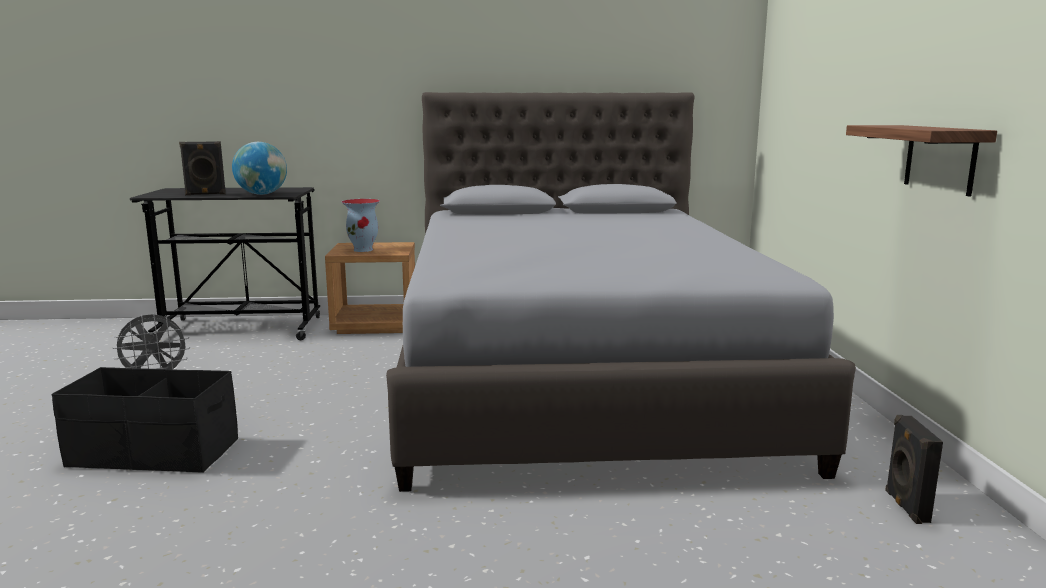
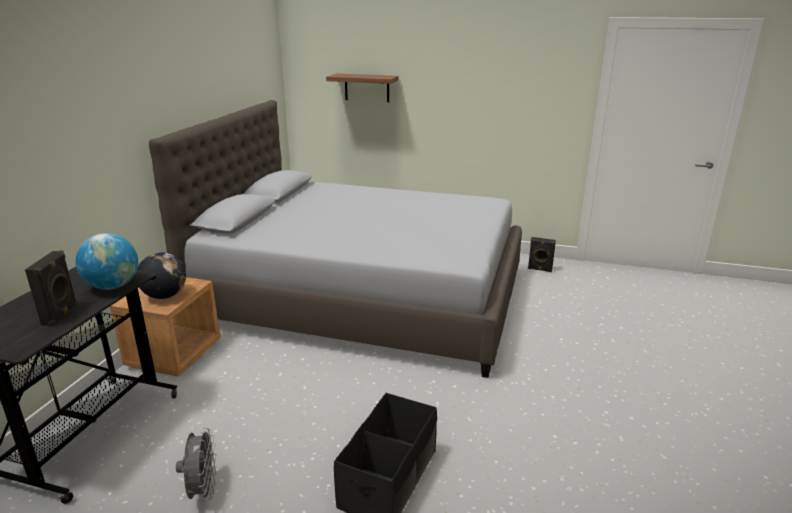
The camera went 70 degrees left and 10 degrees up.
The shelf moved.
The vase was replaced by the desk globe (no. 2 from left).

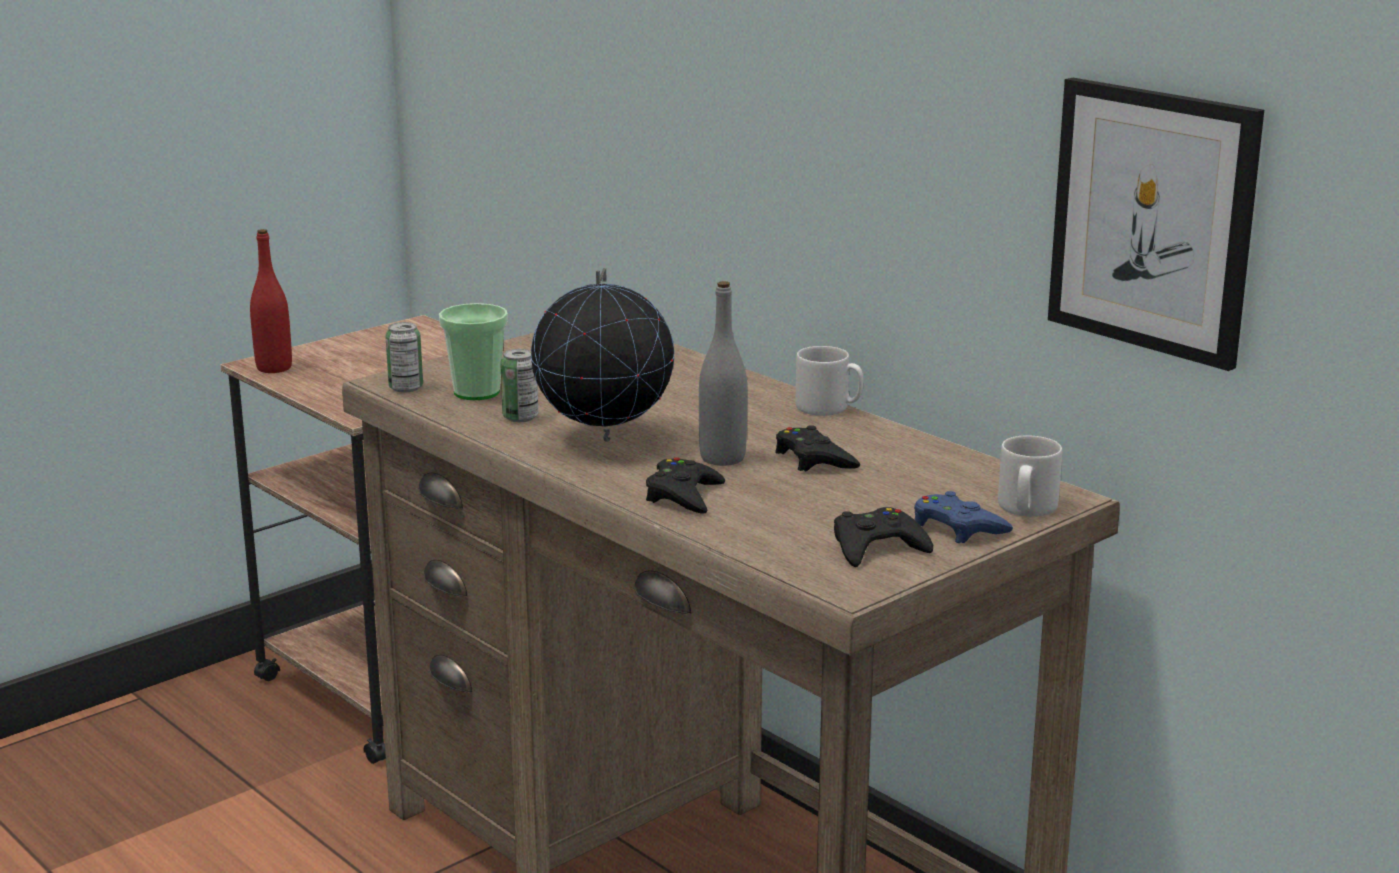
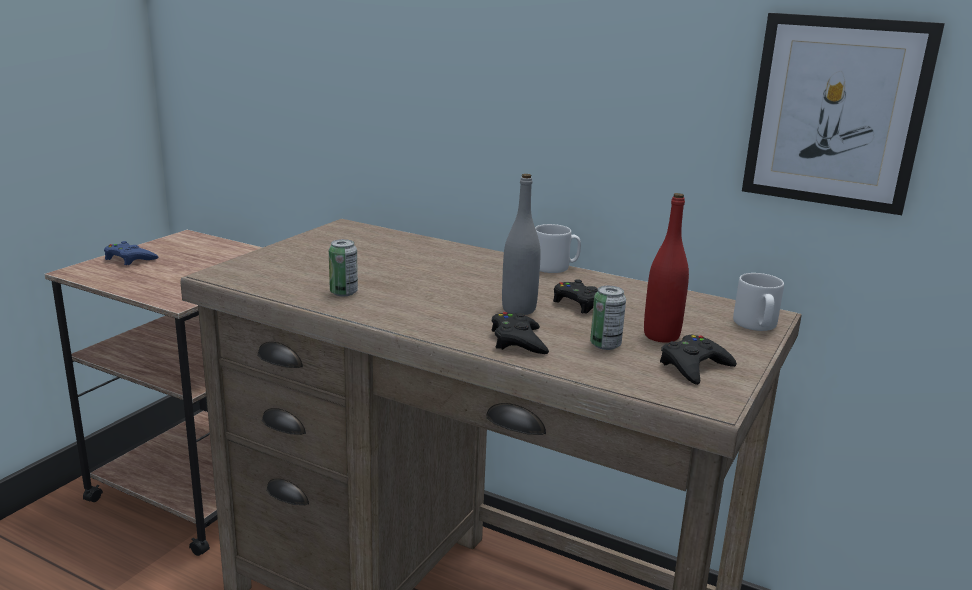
The camera went 20 degrees left and 0 degrees up.
The reddish bottle moved.
The desk globe disappeared.
The cup disappeared.
The sealed can (no. 1 from left in the first image) moved.
The bluish gamepad moved.

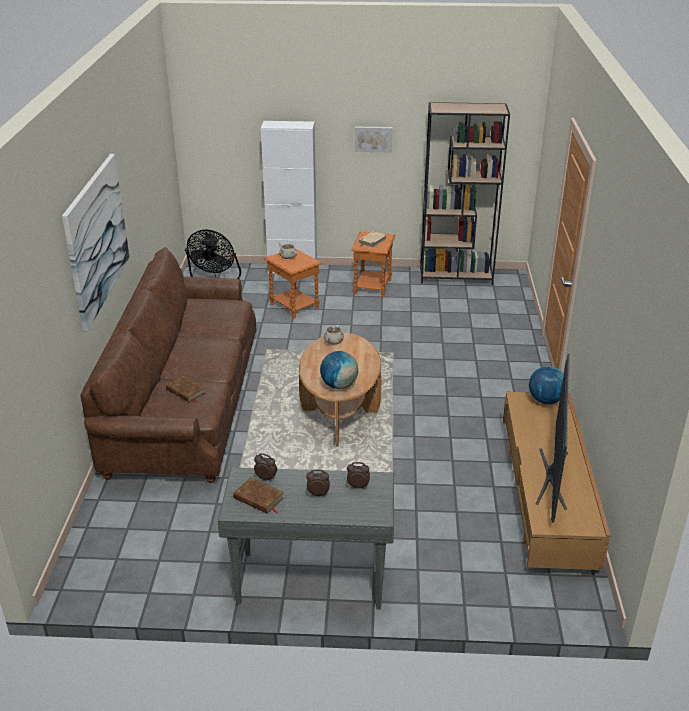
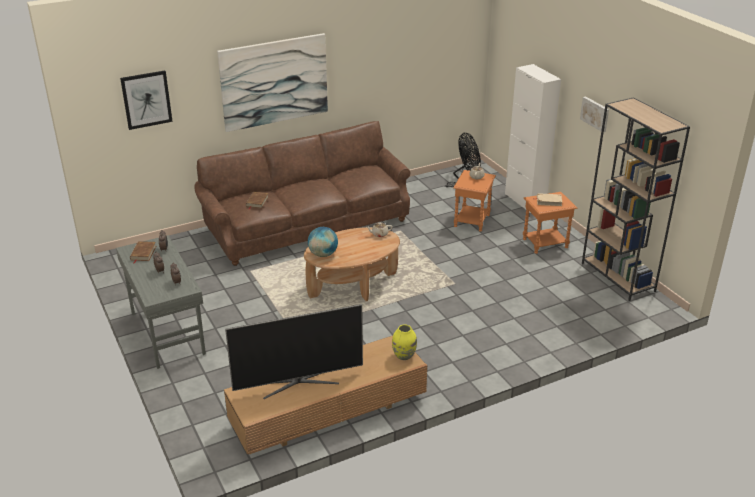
The camera went 60 degrees right and 0 degrees up.
The desk globe (no. 2 from left) was replaced by the yellow-coloured vase.
The picture (no. 1 from left) appeared.

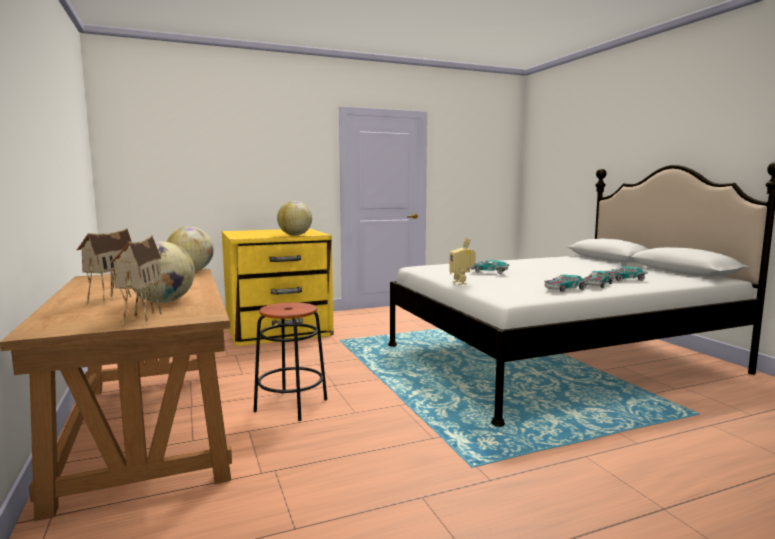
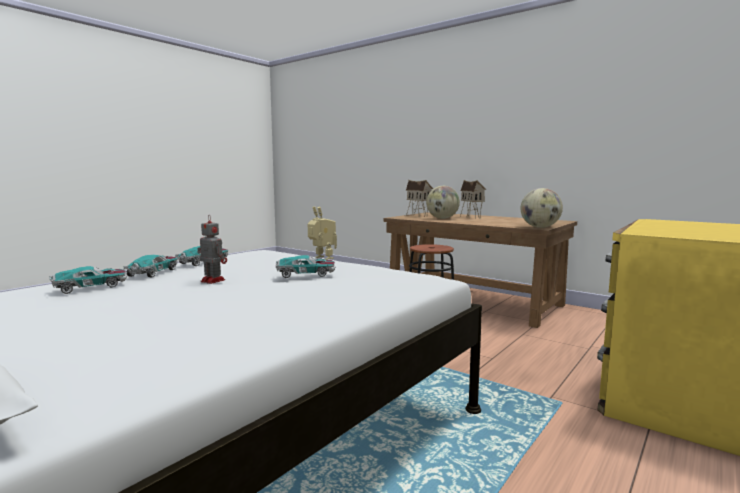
The camera went 150 degrees right and 0 degrees up.
The desk globe (no. 3 from left) disappeared.
The robot figure (no. 1 from left) appeared.

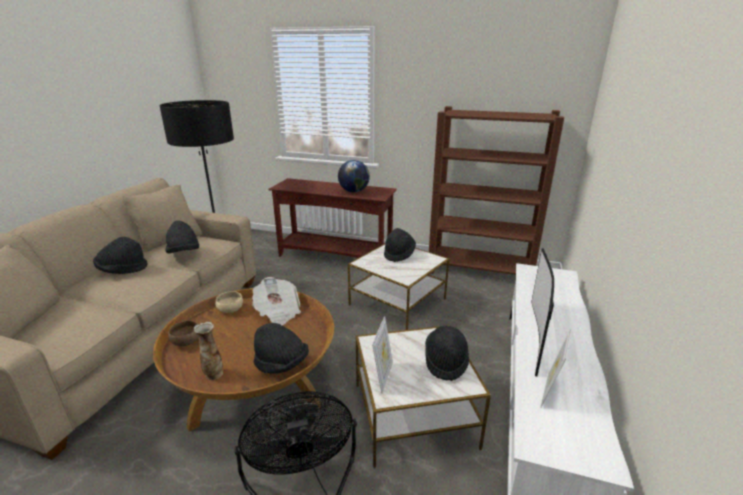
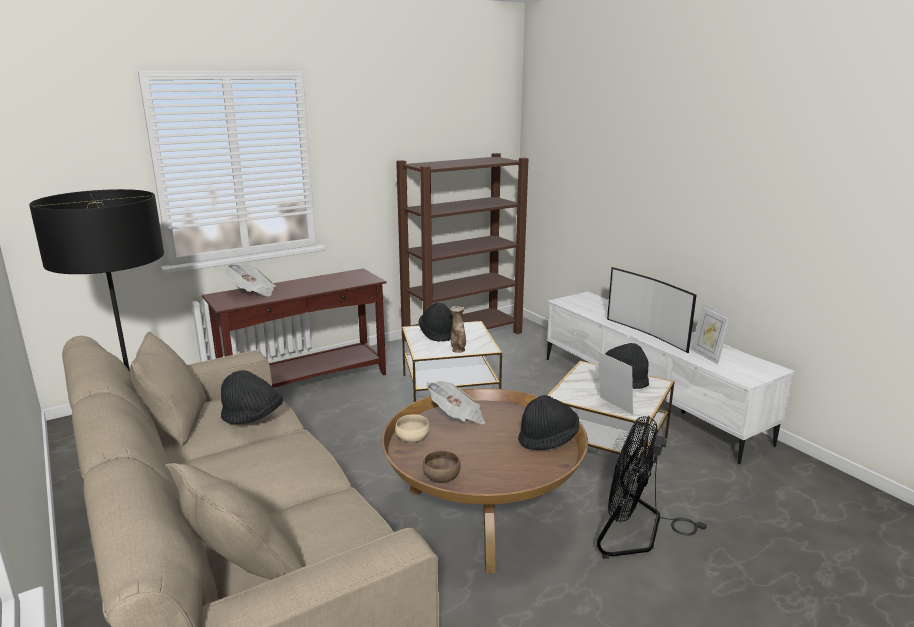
The camera went 50 degrees left and 5 degrees down.
The desk globe disappeared.
The black wearable hat (no. 1 from left) disappeared.
The vase moved.
The printed paper (no. 1 from left) appeared.

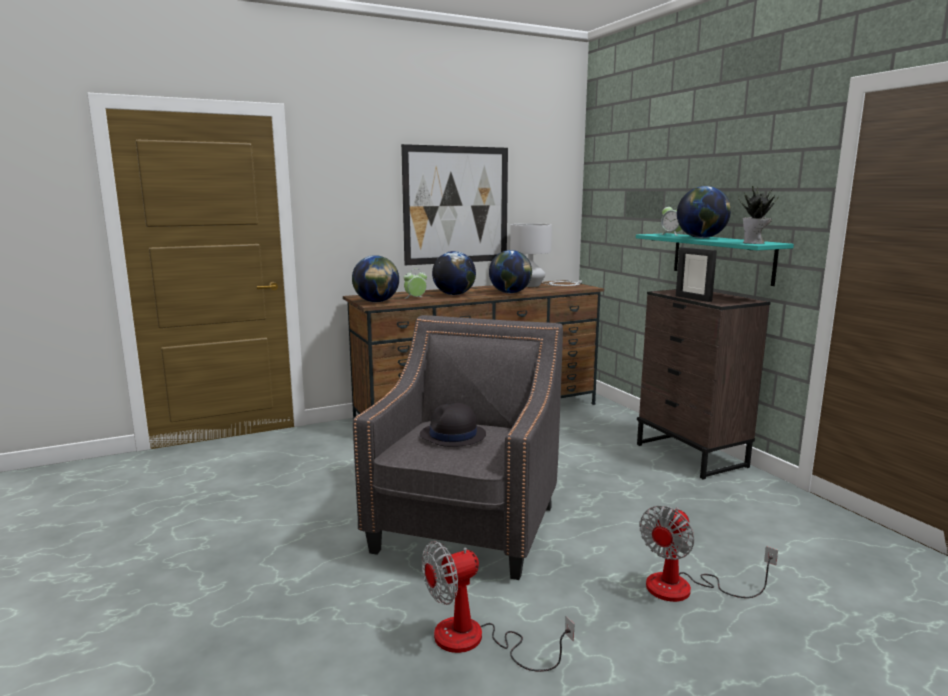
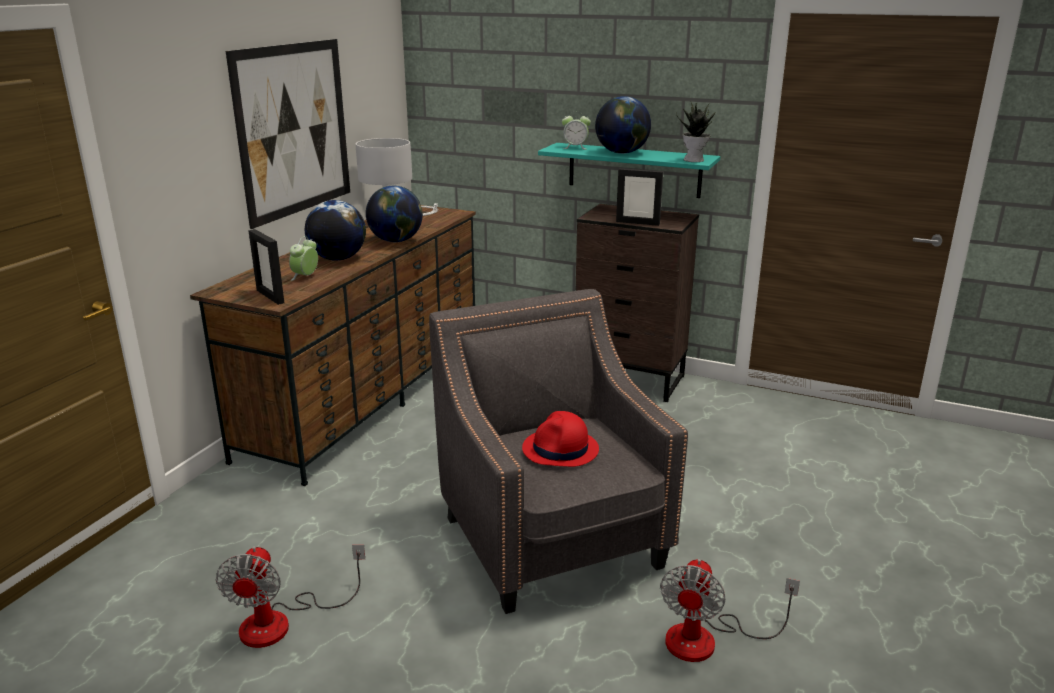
The camera went 40 degrees left and 10 degrees up.
The desk globe (no. 1 from left) was replaced by the standing frame (no. 1 from left).
The black wearable hat became the reddish wearable hat.
The electric fan (no. 2 from left in the first image) moved.

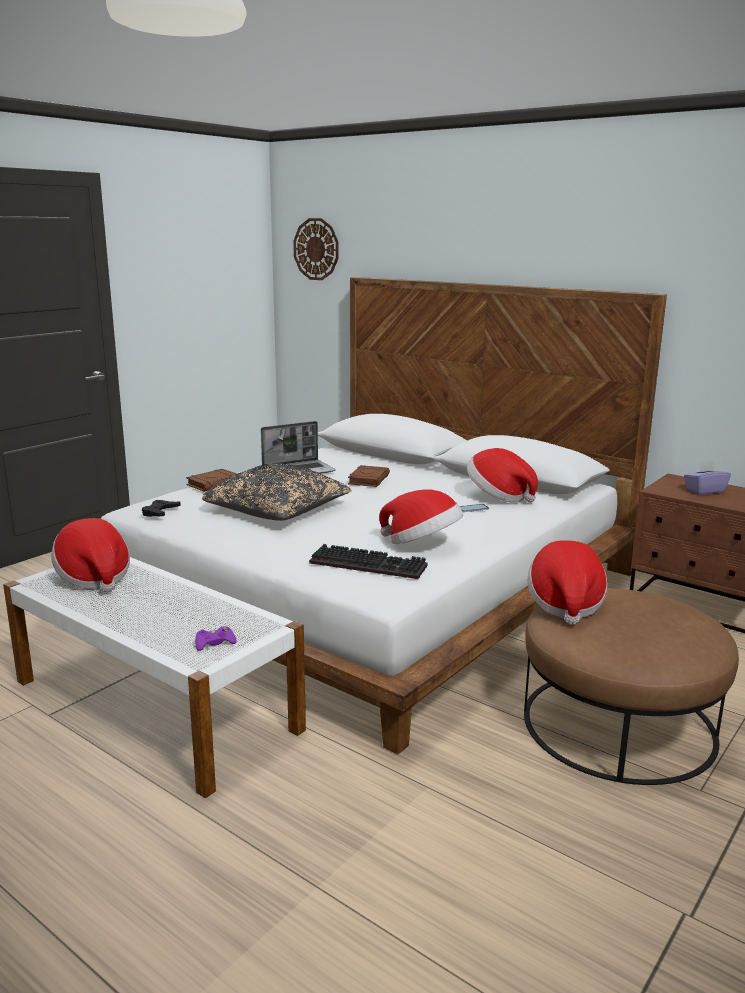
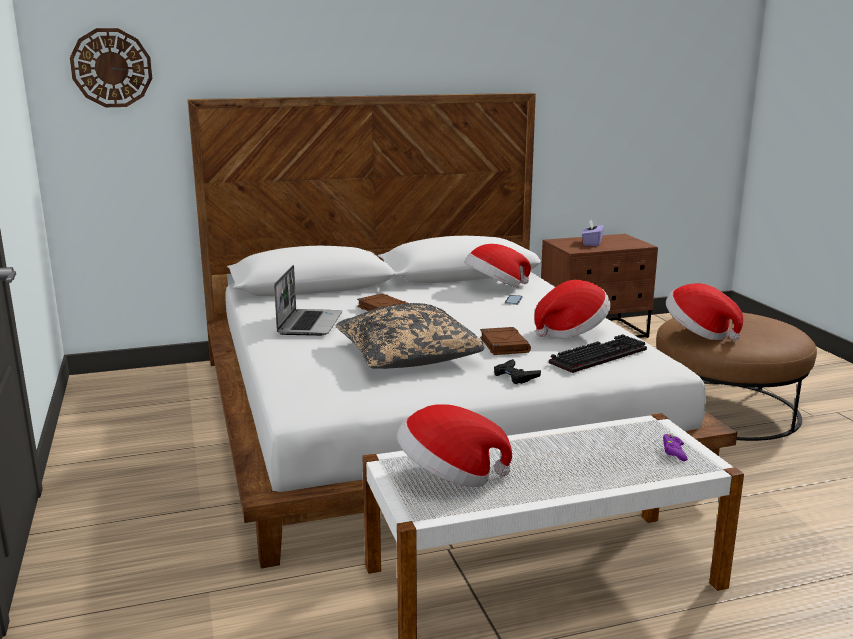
The camera went 55 degrees left and 0 degrees up.
The brownish volume (no. 1 from left in the first image) moved.
The black gamepad moved.

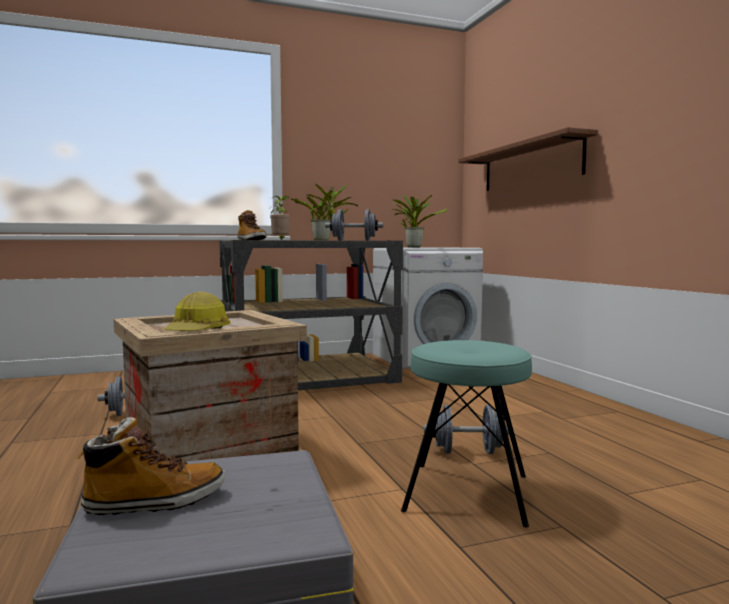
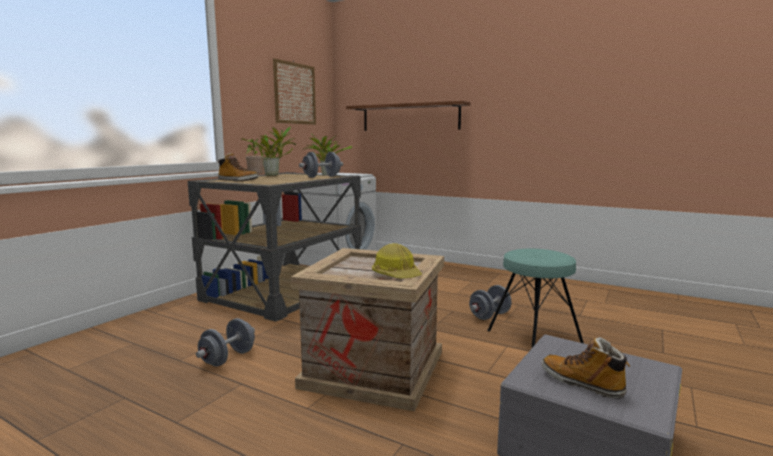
The camera went 40 degrees left and 5 degrees up.
The tall boot (no. 1 from left in the first image) turned 75 degrees counterclockwise.
The picture appeared.

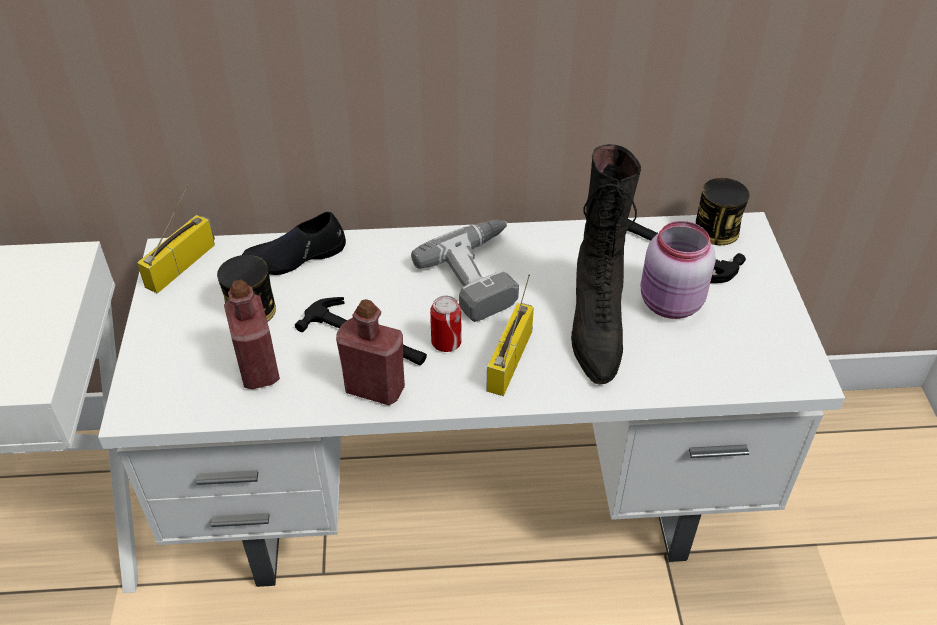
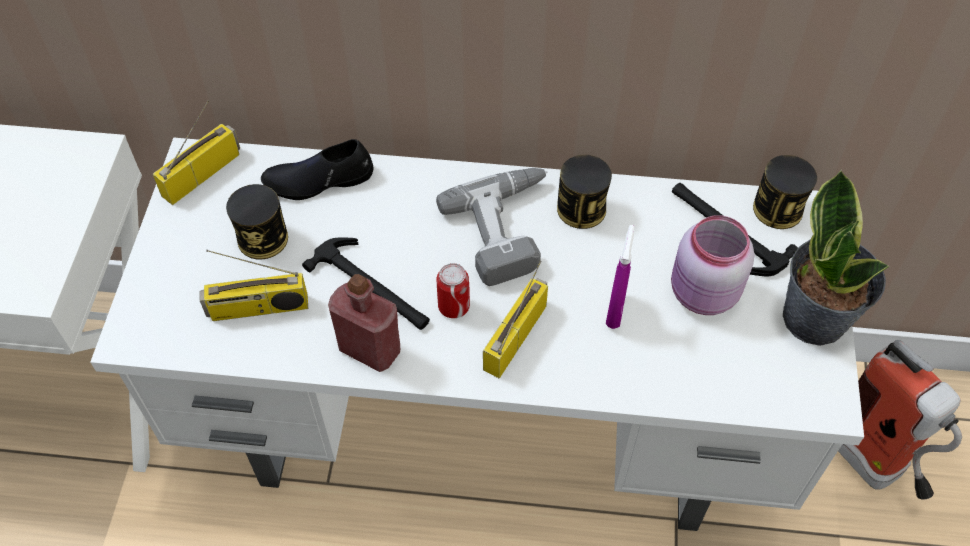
The camera went 10 degrees right and 10 degrees up.
The black tall boot was replaced by the purple-coloured hand sprayer.
The reddish bottle (no. 1 from left) was replaced by the radio (no. 2 from left).
The sealed can (no. 3 from left) appeared.
The houseplant appeared.
The fire-fighting cylinder appeared.

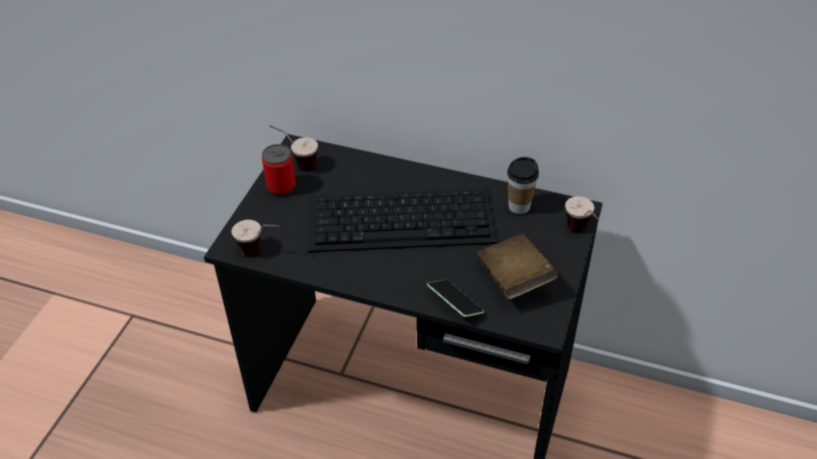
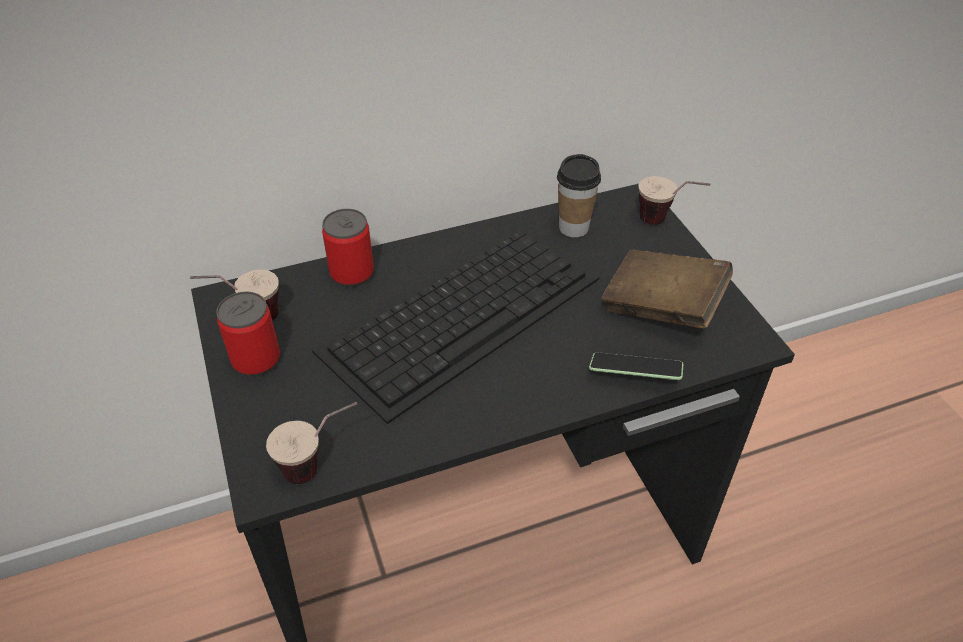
The camera went 40 degrees left and 0 degrees up.
The sealed can (no. 2 from left) appeared.

